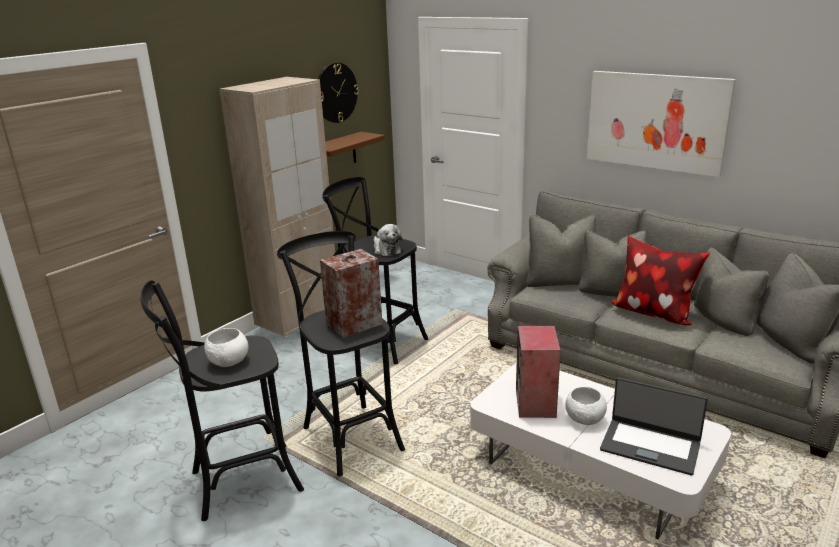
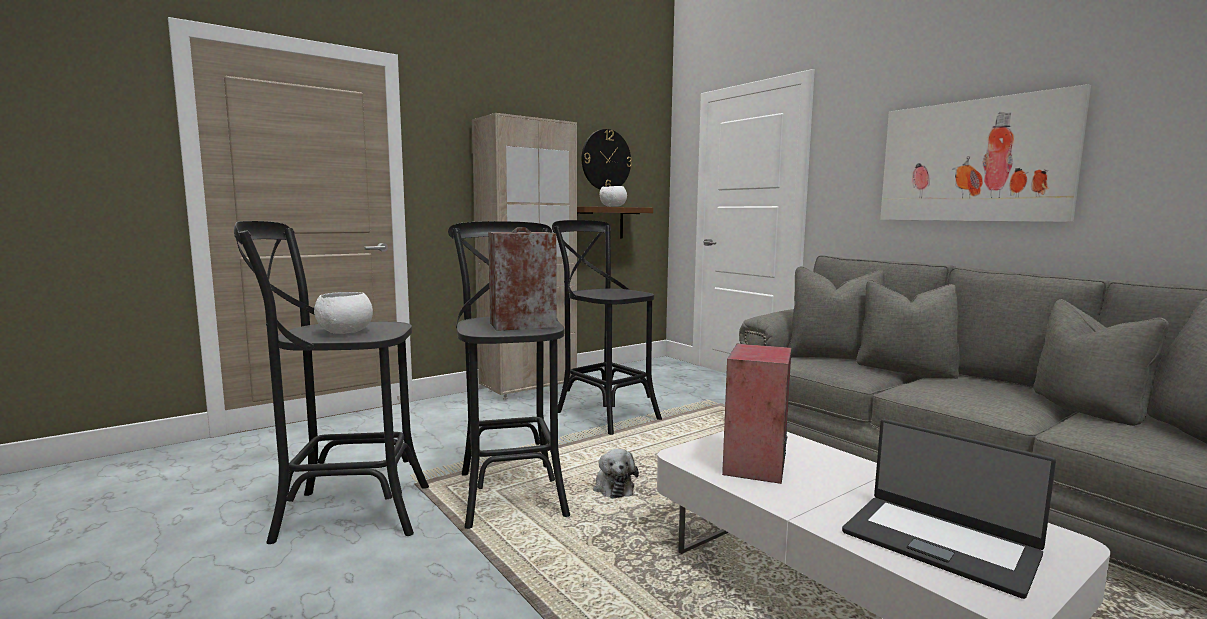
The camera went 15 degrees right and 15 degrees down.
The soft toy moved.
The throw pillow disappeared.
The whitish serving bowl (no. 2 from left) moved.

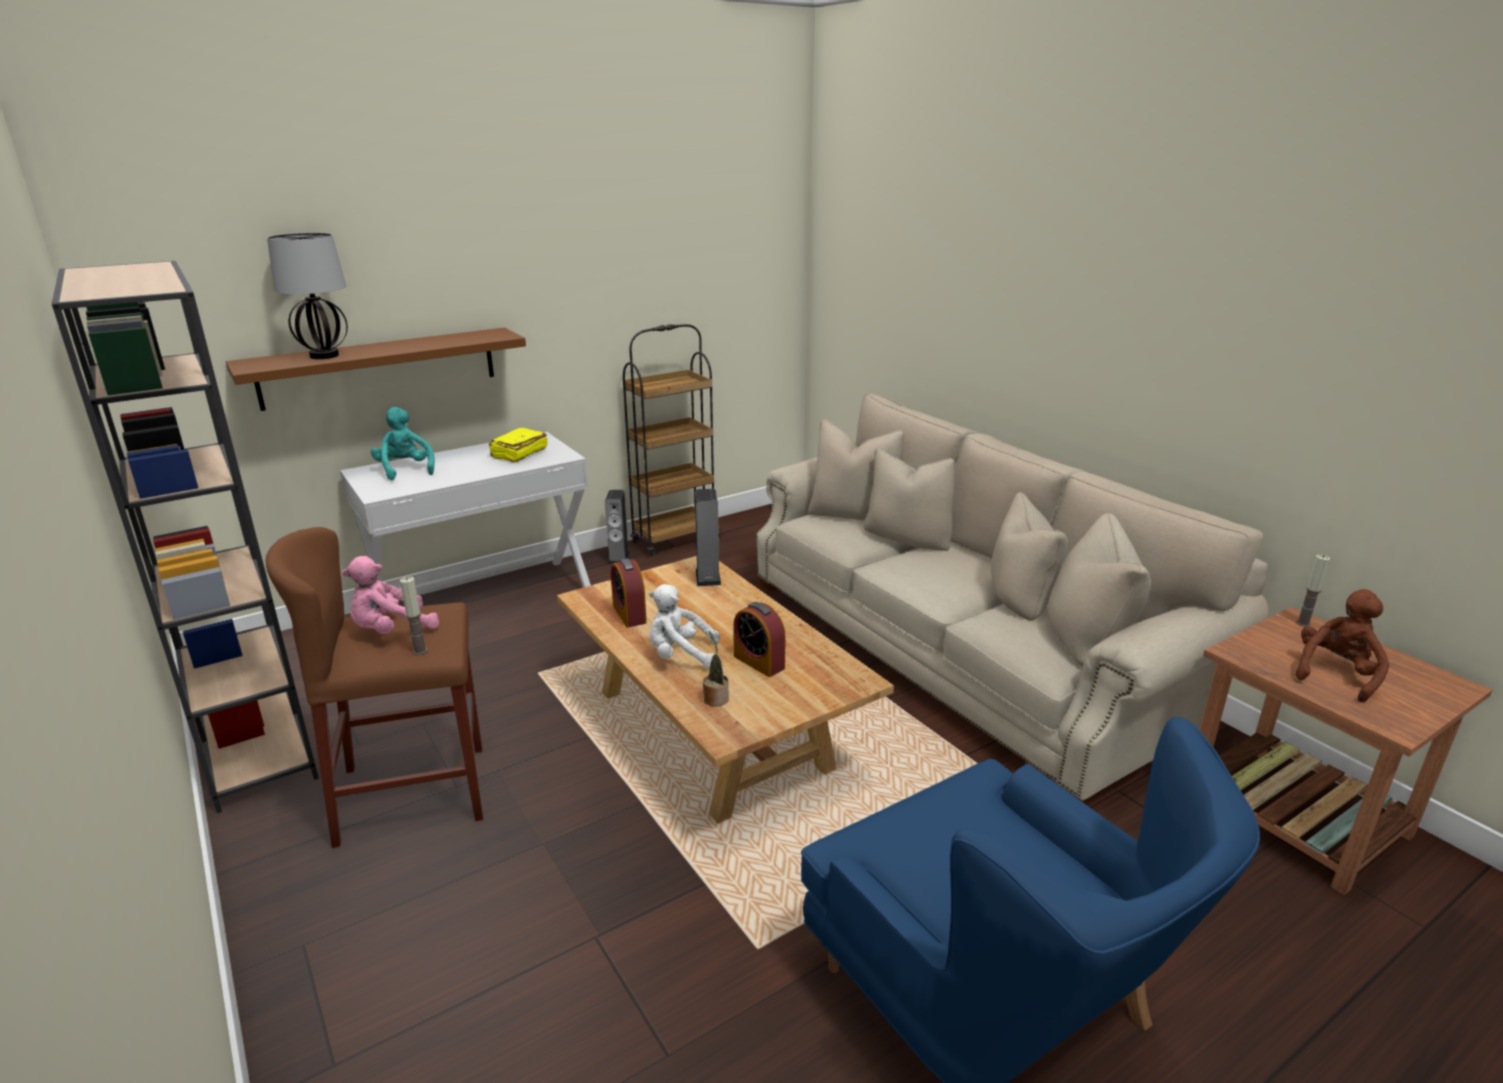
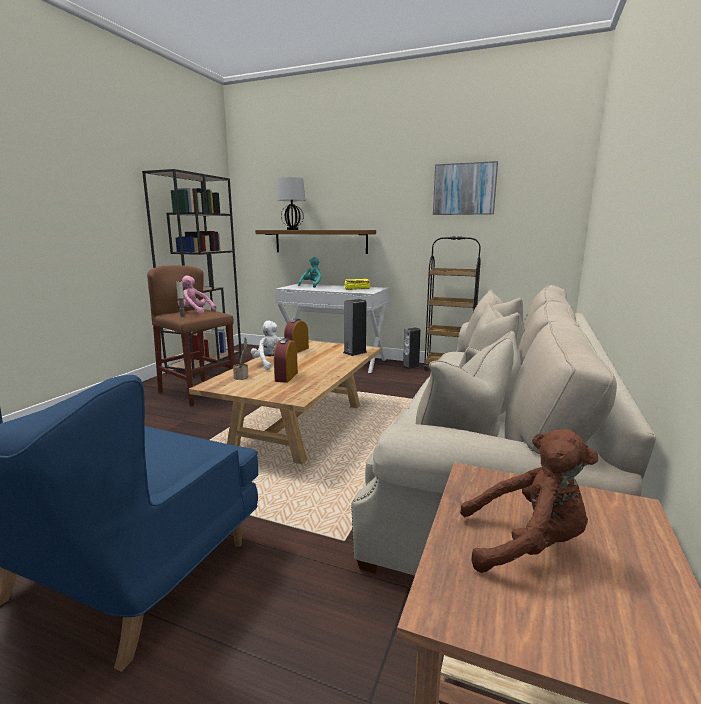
The camera went 55 degrees right and 10 degrees down.
The wax candle (no. 2 from left) disappeared.
The picture appeared.

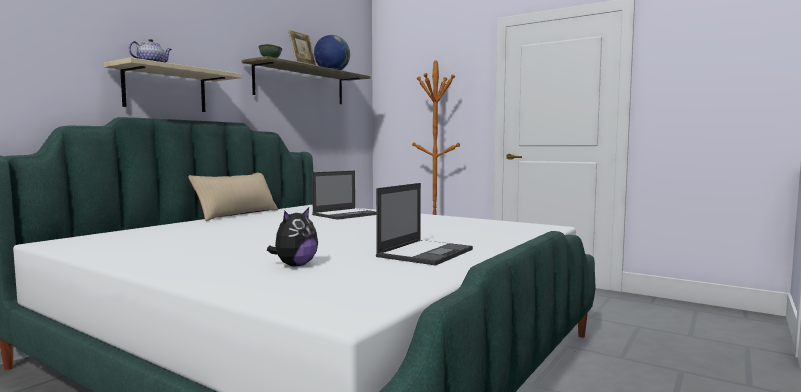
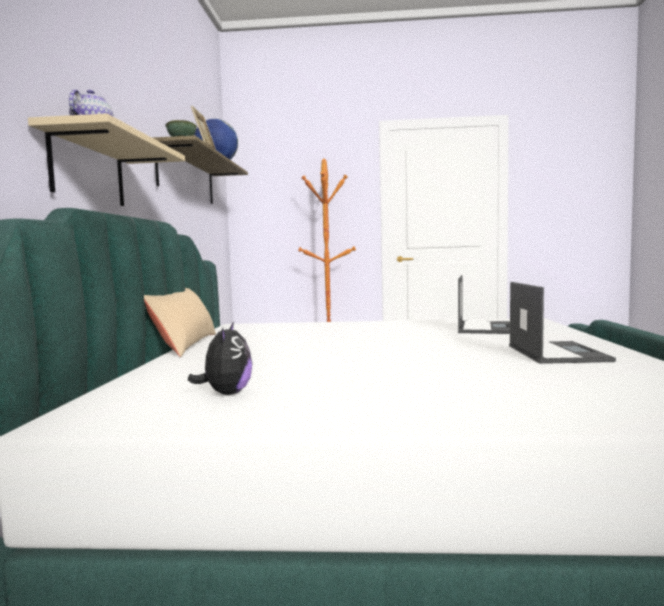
The camera went 30 degrees left and 0 degrees up.
The laptop (no. 1 from left) moved.
The soft toy moved.

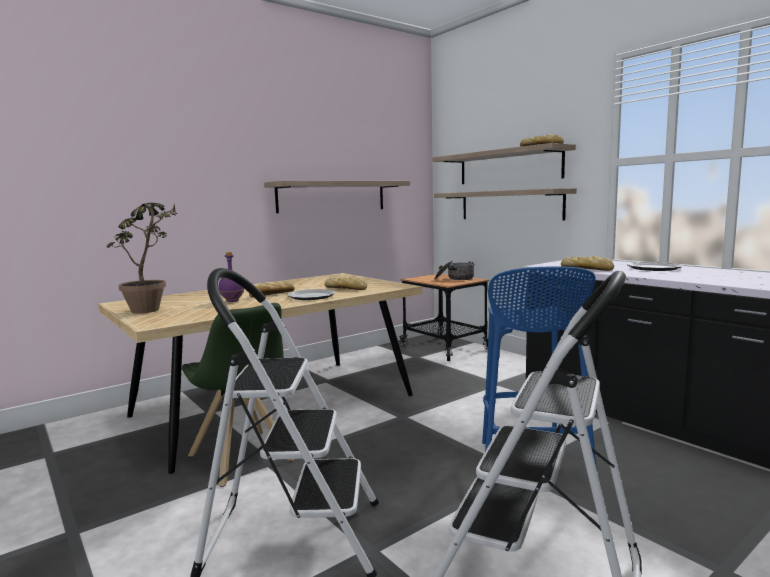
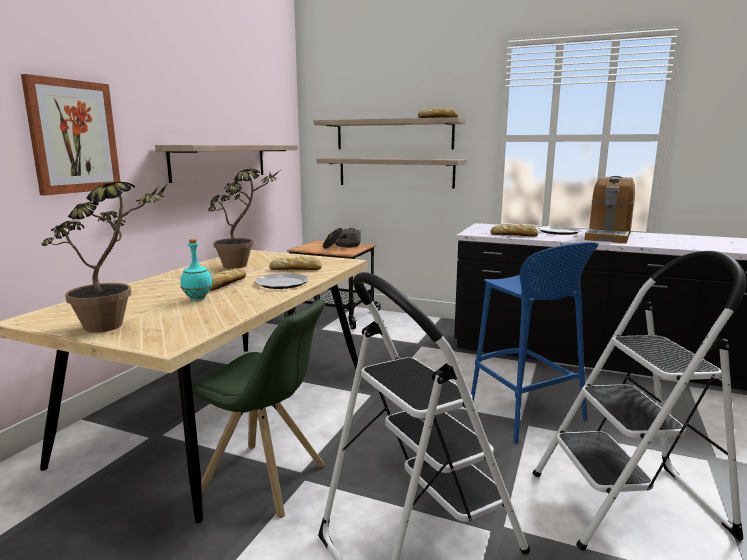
The camera went 30 degrees left and 5 degrees up.
The purple-coloured bottle became the turquoise bottle.
The picture appeared.
The houseplant (no. 2 from left) appeared.
The coffee brewer appeared.

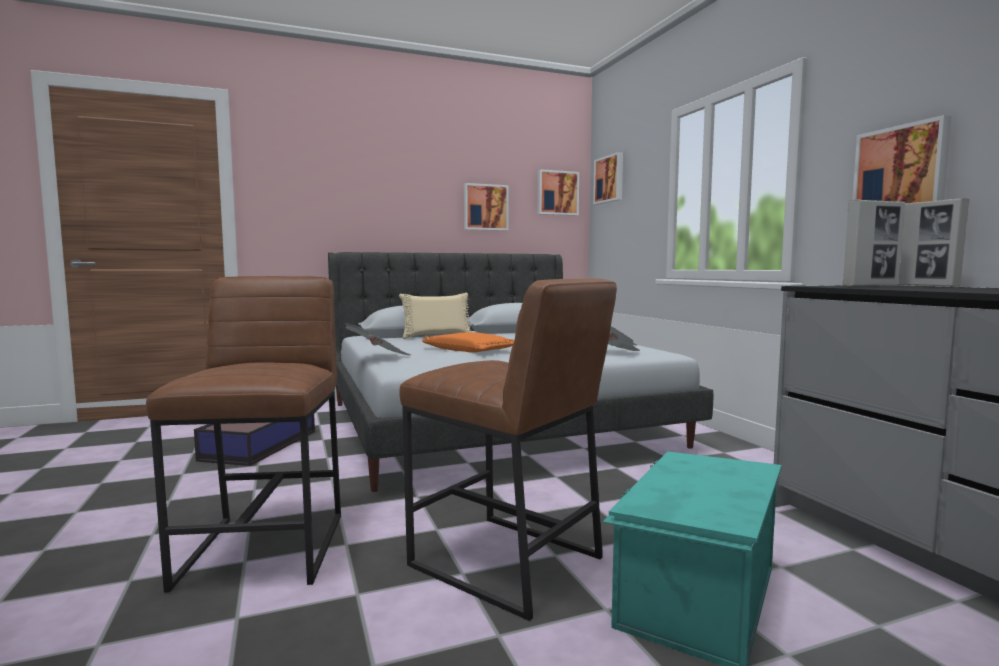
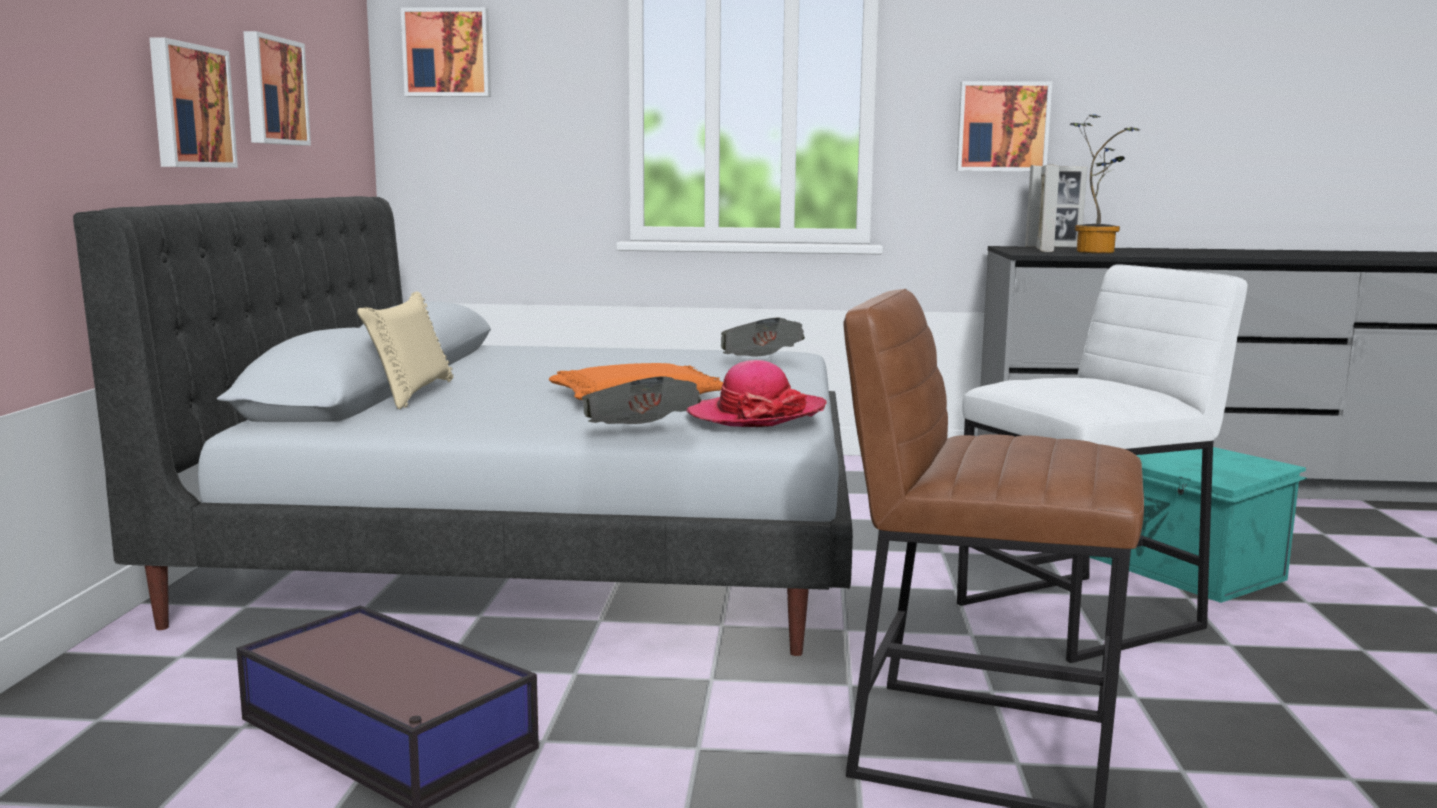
The camera went 65 degrees left and 5 degrees up.
The picture (no. 2 from left in the first image) moved.
The brownish upright chair (no. 2 from left) became the whitish upright chair.
The houseplant appeared.
The wearable hat appeared.

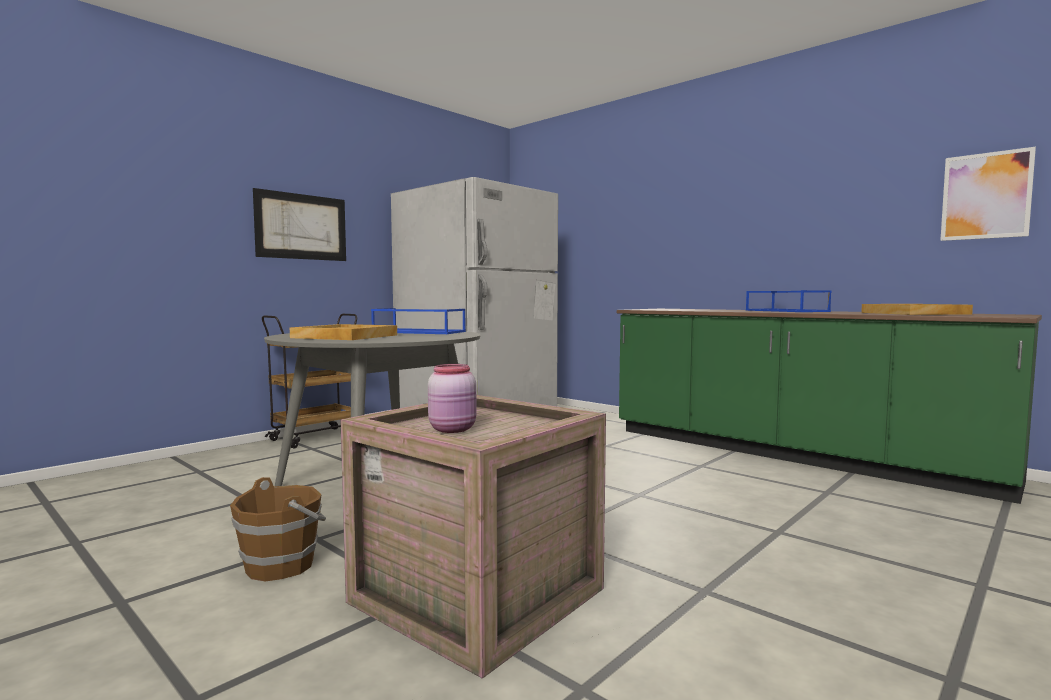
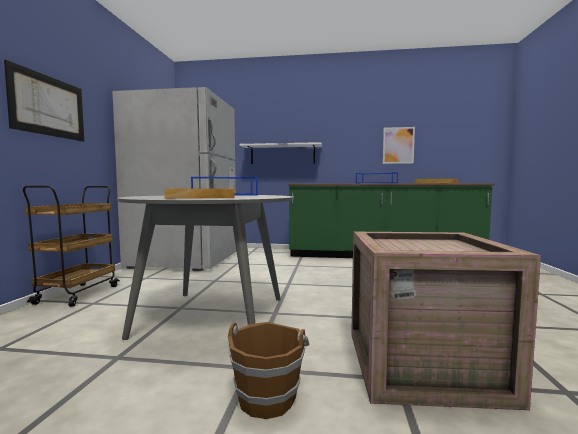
The camera went 35 degrees left and 0 degrees up.
The picture (no. 2 from left) moved.
The pink preserve jar disappeared.
The whitish shelf appeared.

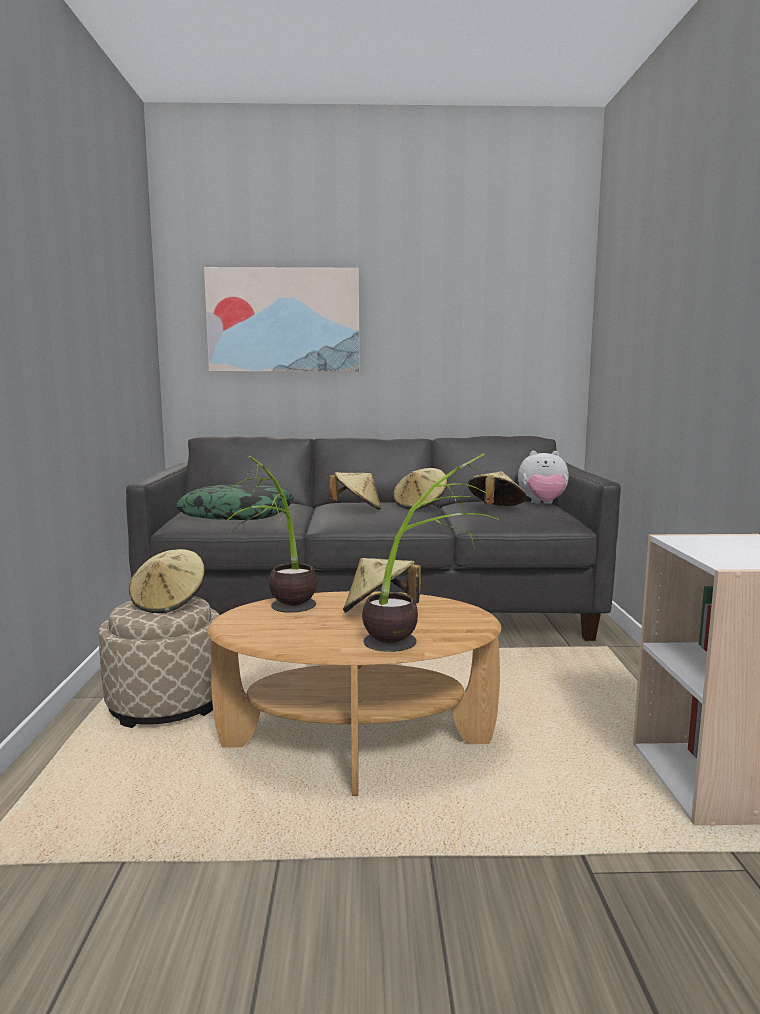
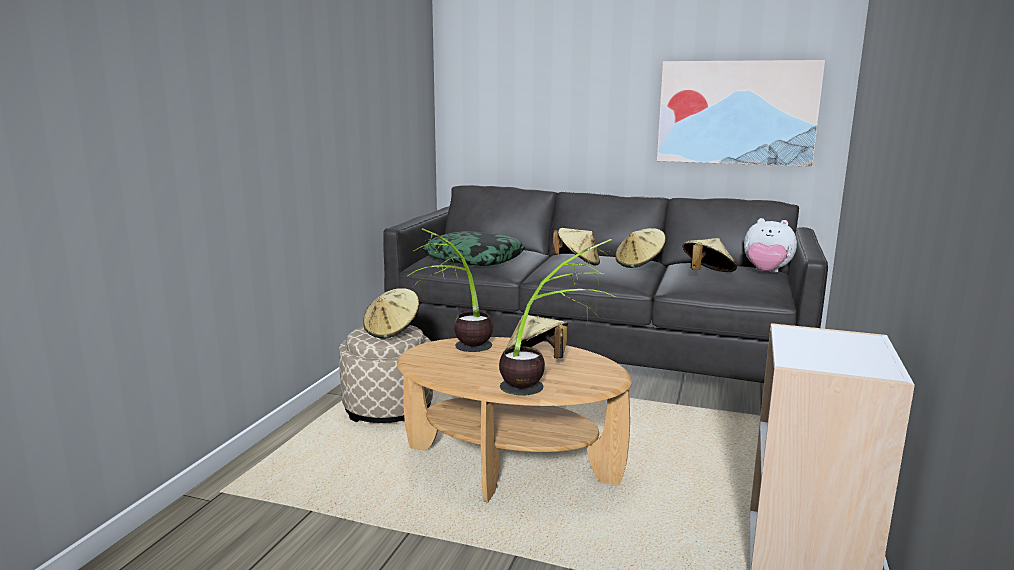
The camera went 20 degrees right and 5 degrees up.
The picture moved.

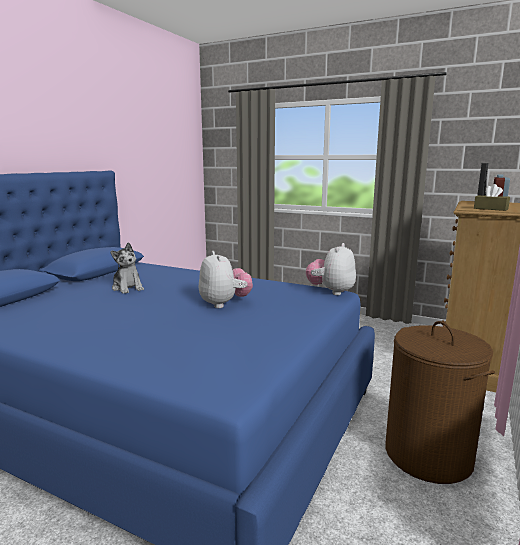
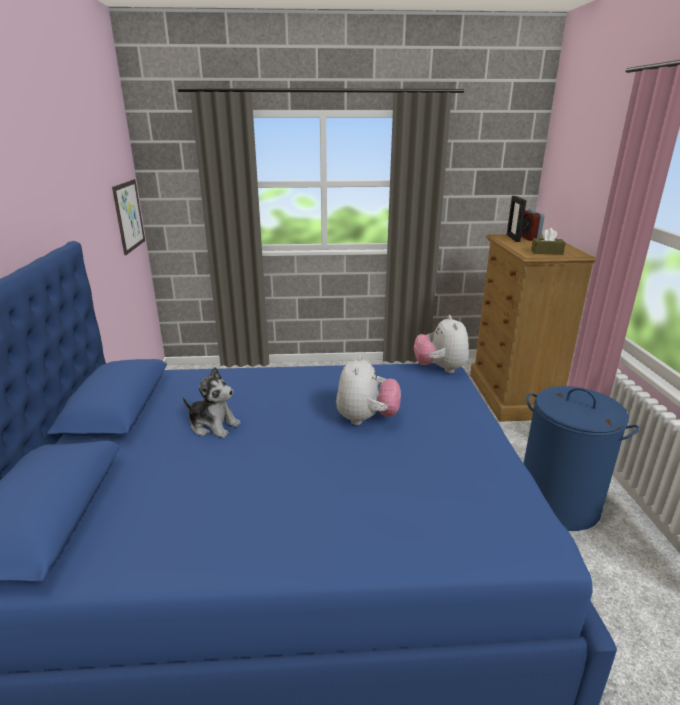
The camera went 30 degrees left and 10 degrees up.
The soft toy (no. 2 from left) turned 60 degrees clockwise.
The brownish washing basket became the bluish washing basket.
The picture appeared.

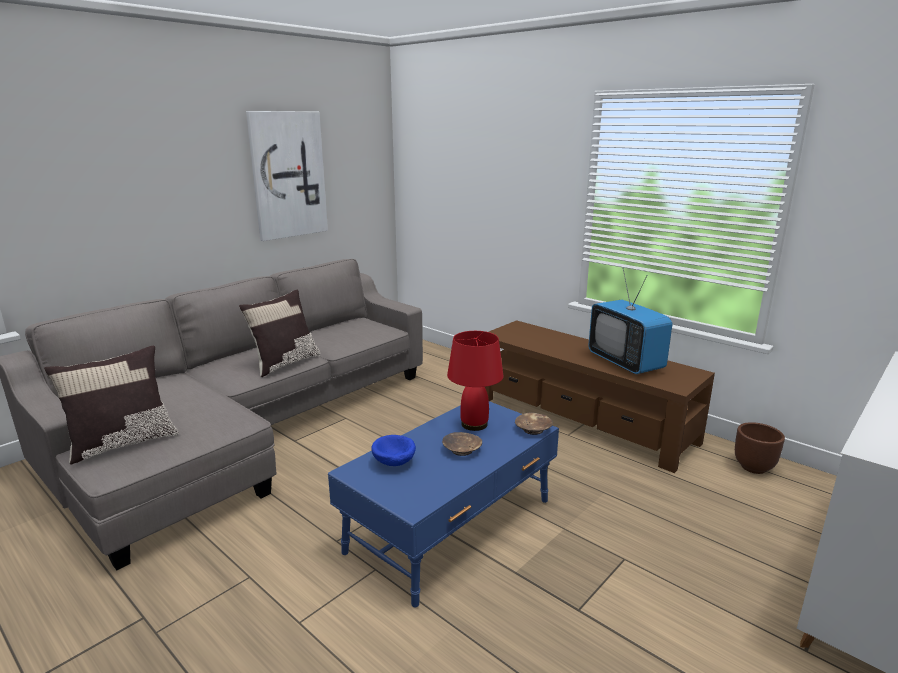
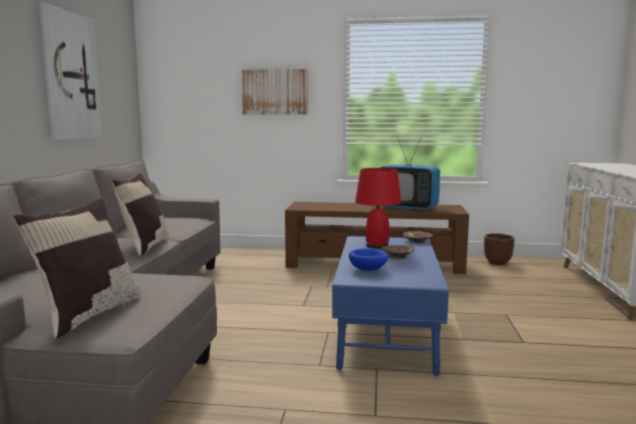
The camera went 35 degrees left and 10 degrees down.
The picture (no. 2 from left) appeared.

